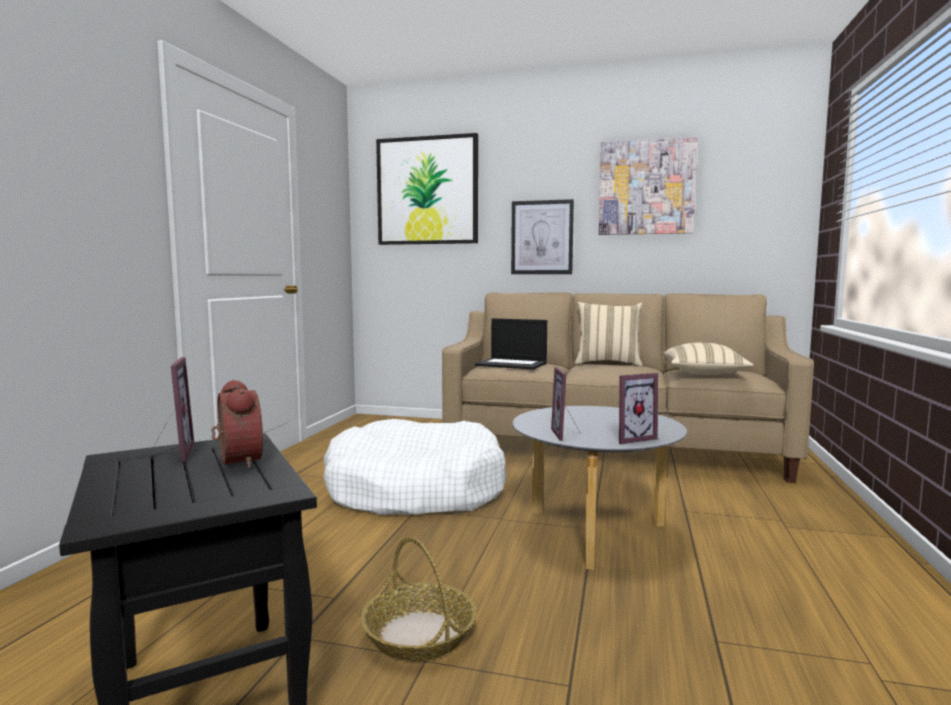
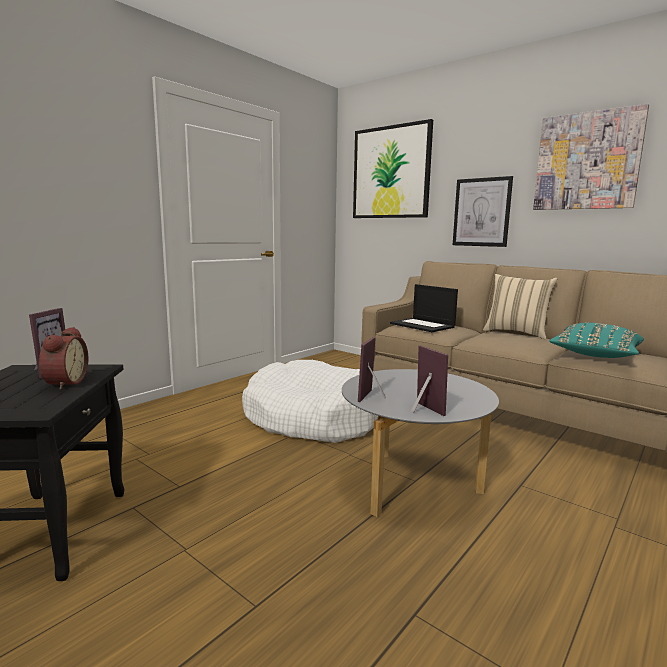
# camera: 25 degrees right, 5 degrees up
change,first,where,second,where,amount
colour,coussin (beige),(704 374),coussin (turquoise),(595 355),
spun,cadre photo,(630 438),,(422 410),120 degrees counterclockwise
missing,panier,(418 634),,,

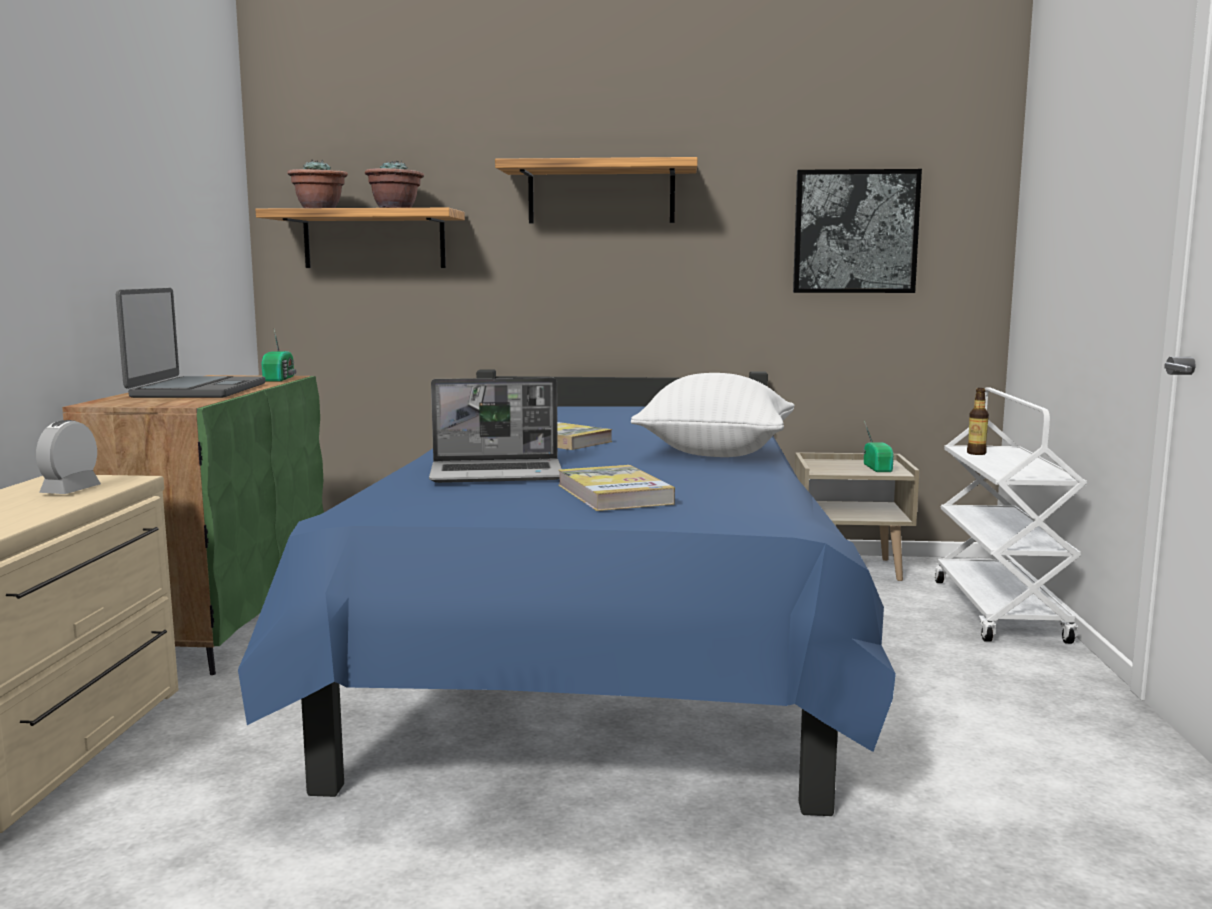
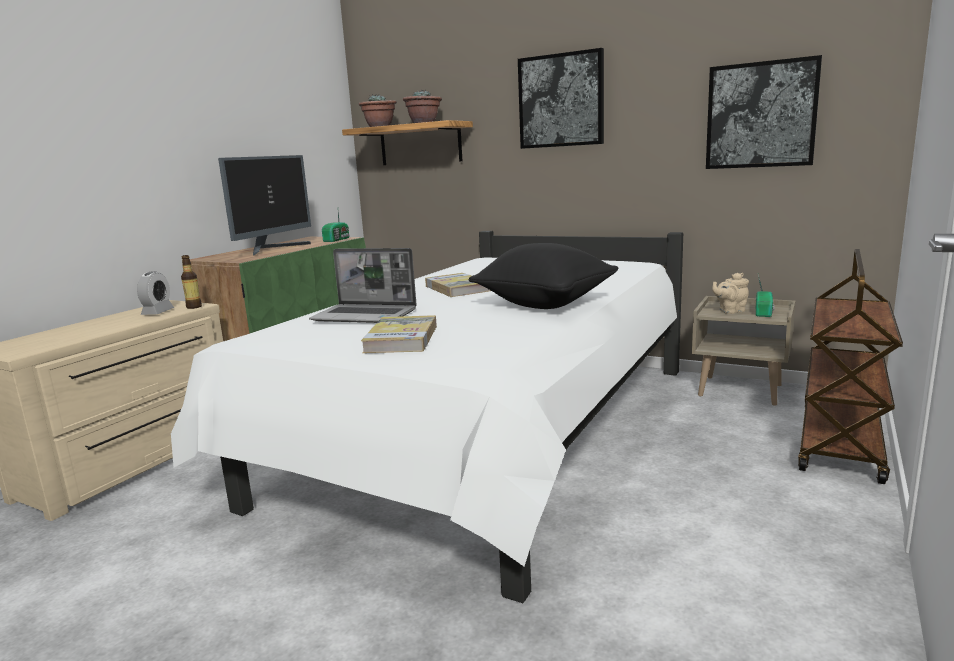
# camera: 25 degrees right, 5 degrees up
change,first,where,second,where,amount
exchanged,étagère,(601 194),tableau,(561 101),
exchanged,ordinateur portable,(197 390),écran d'ordinateur,(273 249),
colour,lit (bleu),(599 650),lit (blanc),(490 436),
colour,coussin (blanc),(716 453),coussin (noir),(545 304),
colour,chariot (blanc),(999 611),chariot (marron),(841 443),
relocated,bouteille,(976 453),,(194 307),
spun,réveil,(70 490),,(158 312),150 degrees clockwise
appeared,,,théière (beige),(730 311),

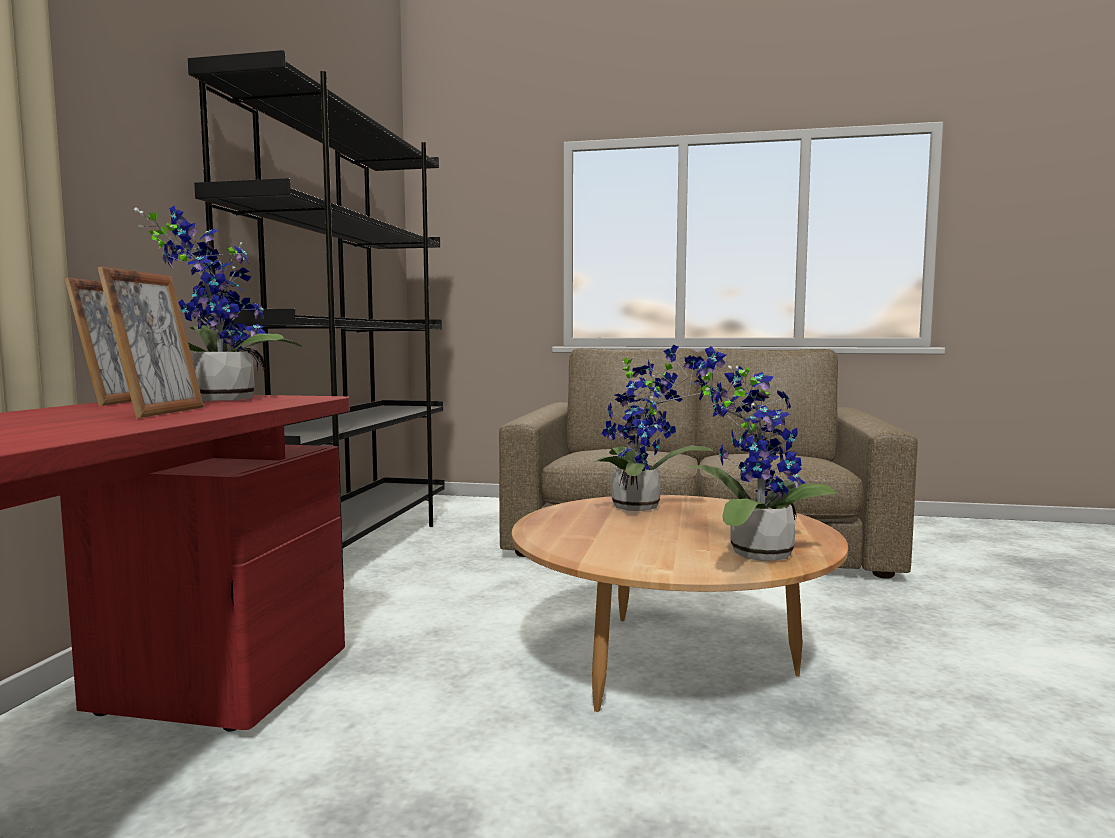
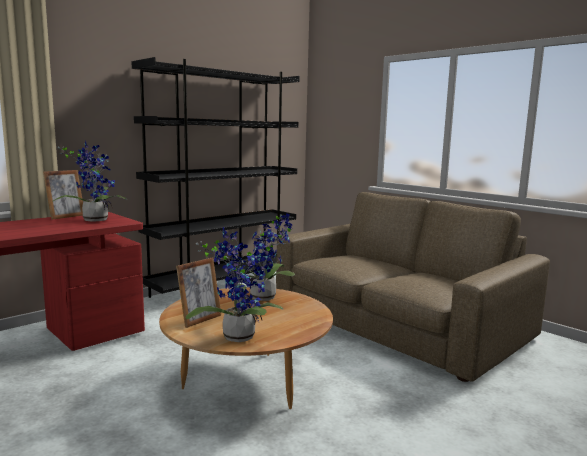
# camera: 35 degrees right, 5 degrees up
change,first,where,second,where,amount
relocated,cadre photo,(159 412),,(200 320),

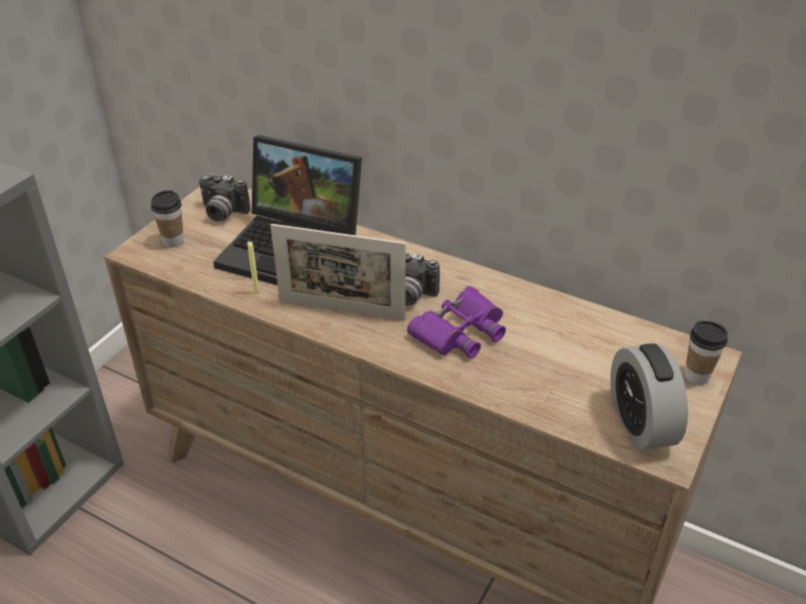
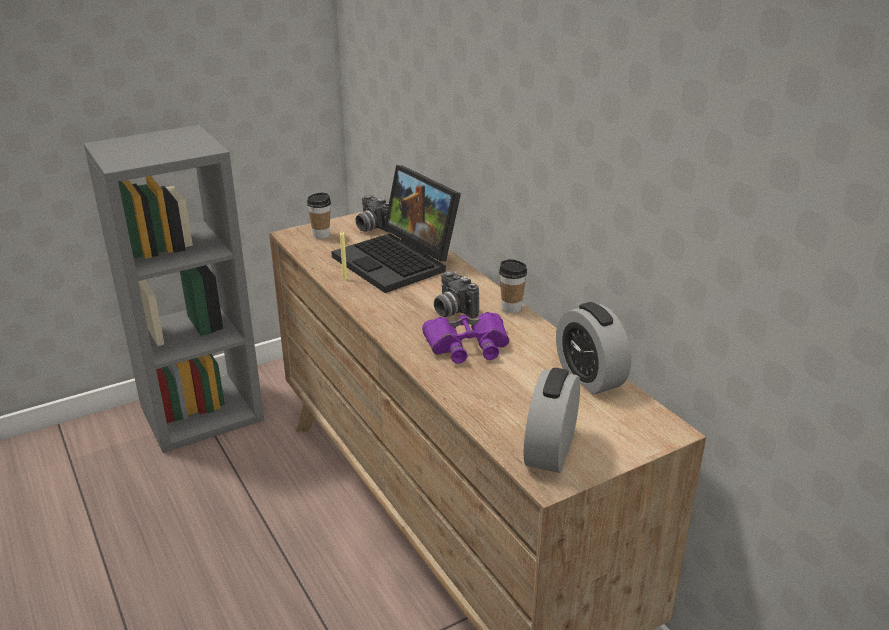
# camera: 30 degrees right, 10 degrees down
change,first,where,second,where,amount
missing,cadre photo,(341 310),,,
relocated,tasse,(696 376),,(511 308),
appeared,,,réveil,(589 377),

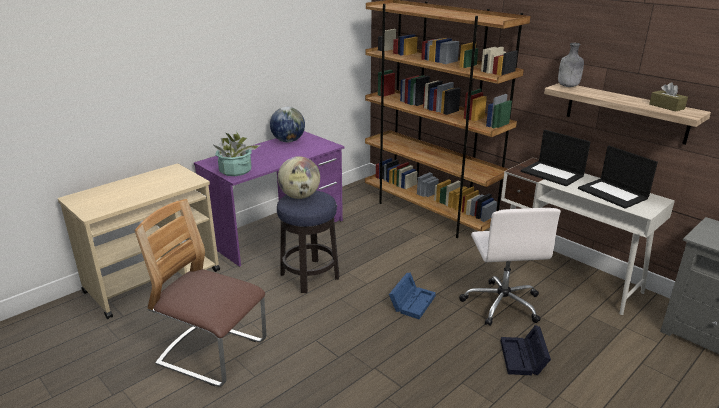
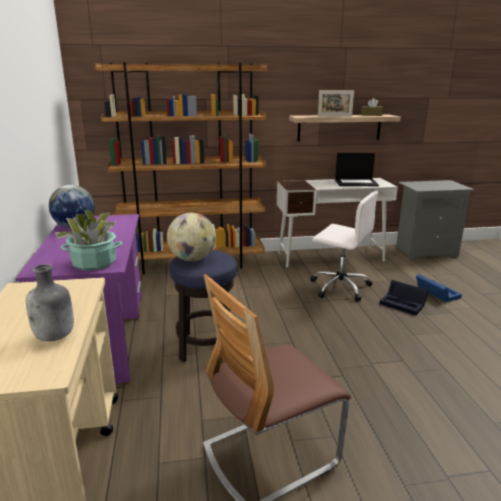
# camera: 55 degrees left, 5 degrees down
change,first,where,second,where,amount
relocated,bouteille (gris),(568 86),,(55 336),
missing,ordinateur portable,(553 173),,,
relocated,boîte de rangement (bleu),(412 302),,(435 293),
appeared,,,cadre photo,(334 116),

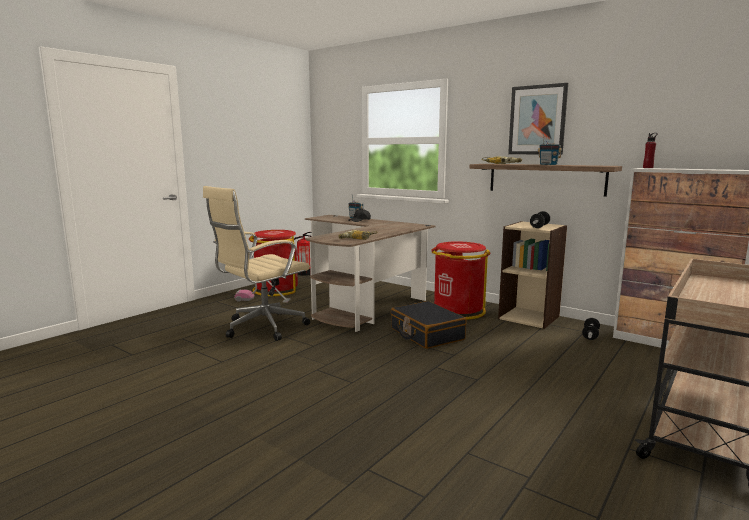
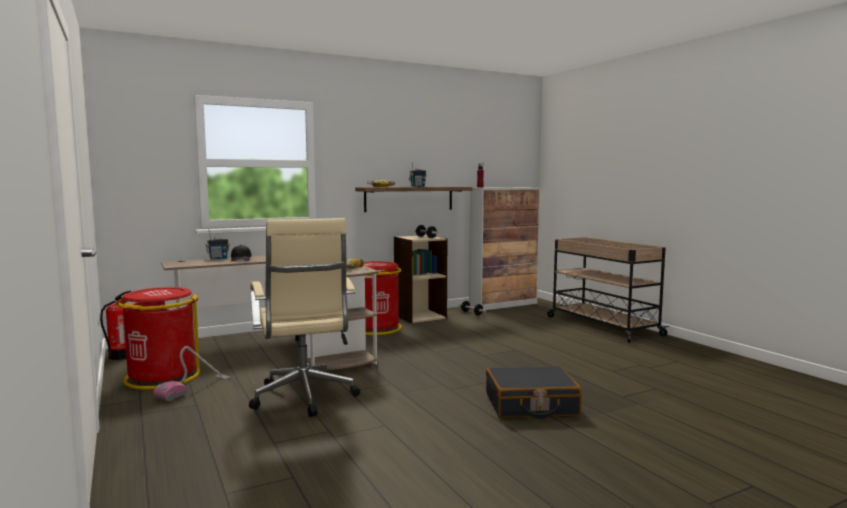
# camera: 65 degrees left, 5 degrees down
change,first,where,second,where,amount
missing,tableau,(537 120),,,
relocated,valise (noir),(426 334),,(531 405),

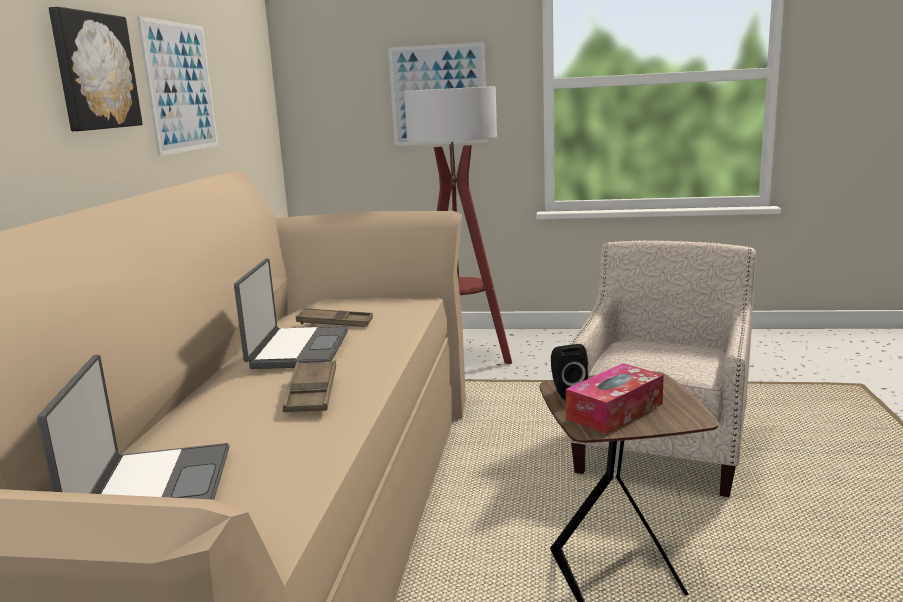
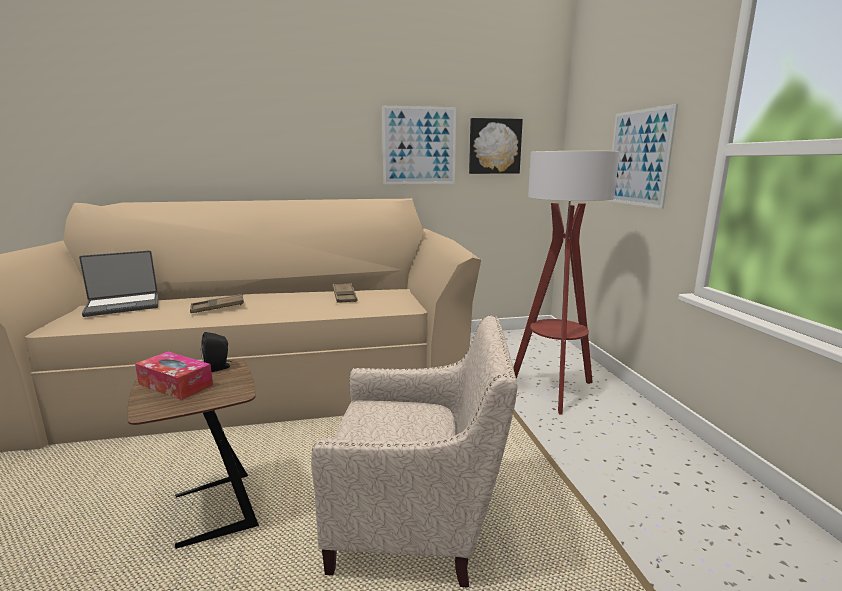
# camera: 70 degrees right, 0 degrees up
change,first,where,second,where,amount
relocated,tableau,(94 71),,(494 146),
missing,ordinateur portable,(297 349),,,

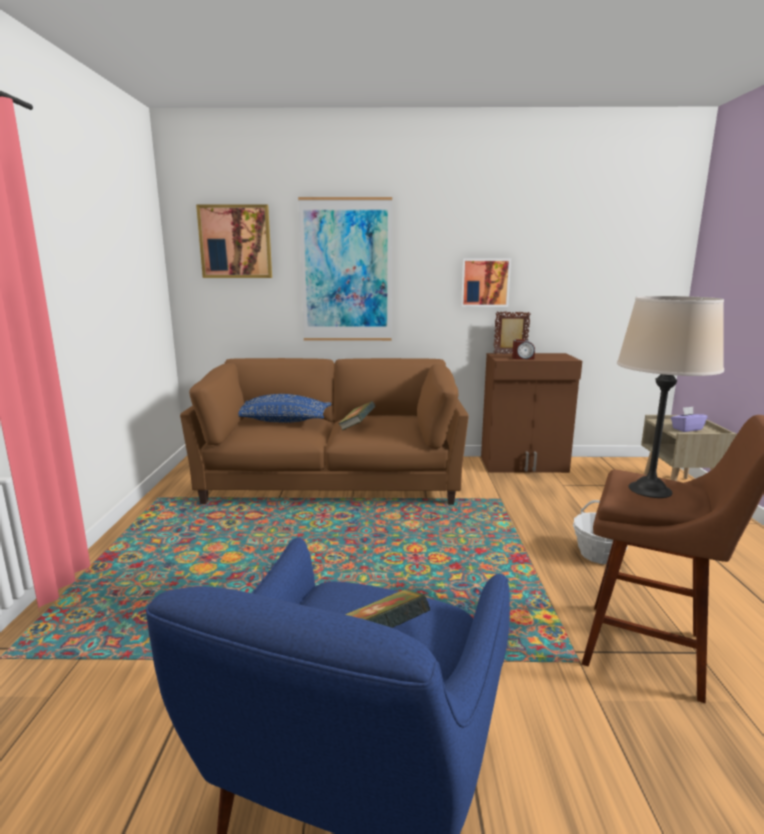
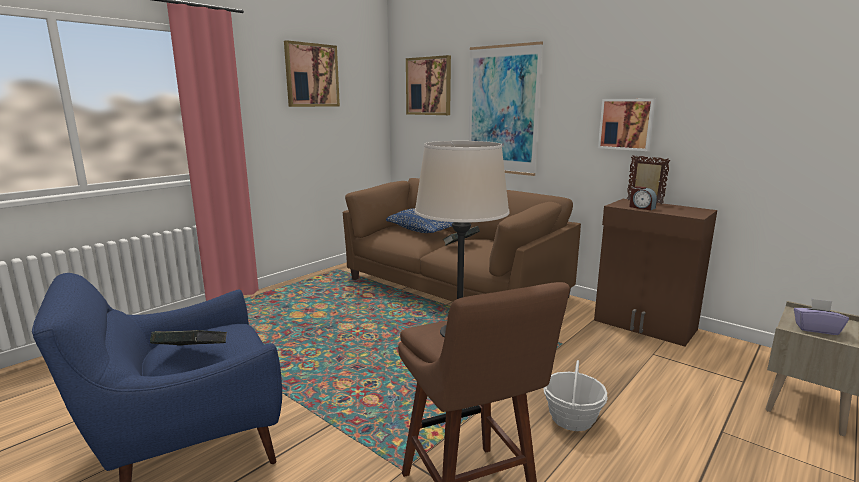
# camera: 40 degrees right, 0 degrees up
change,first,where,second,where,amount
appeared,,,tableau,(312 75),

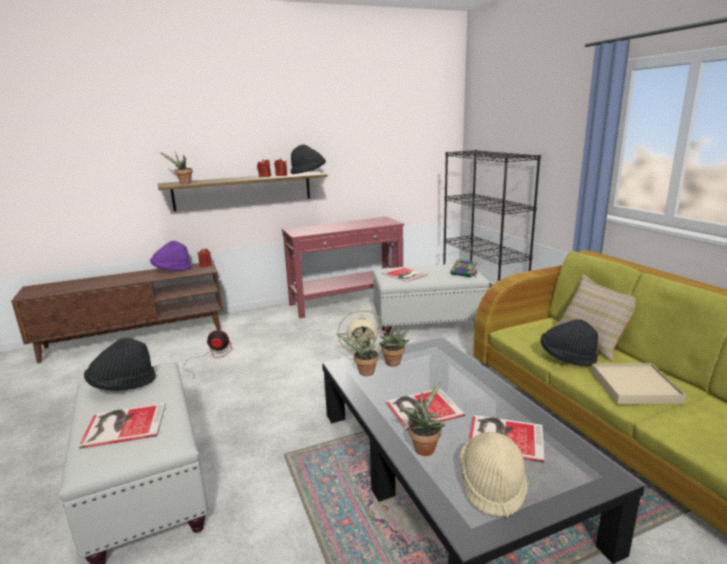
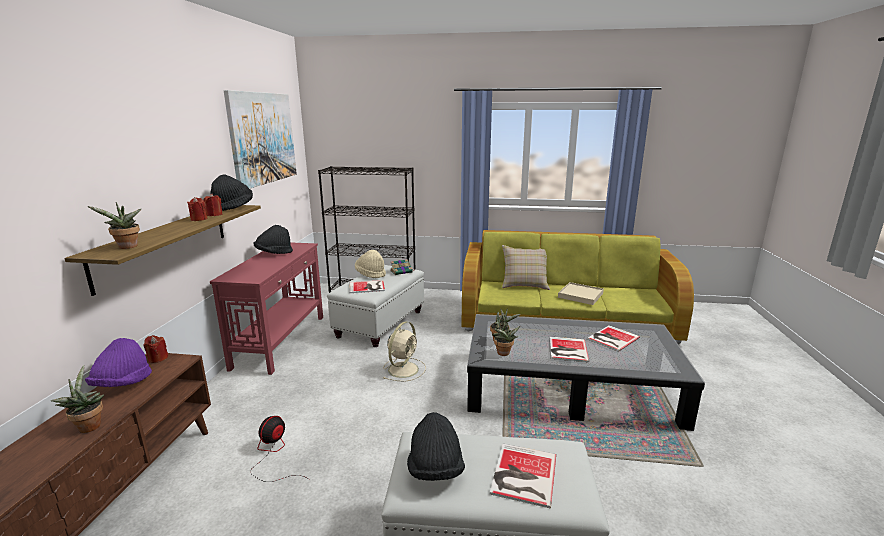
# camera: 60 degrees left, 0 degrees up
change,first,where,second,where,amount
relocated,chapeau (noir),(567 358),,(274 253),
relocated,plante en pot,(424 447),,(88 426),
relocated,chapeau (beige),(492 486),,(370 274),
appeared,,,tableau,(263 138),

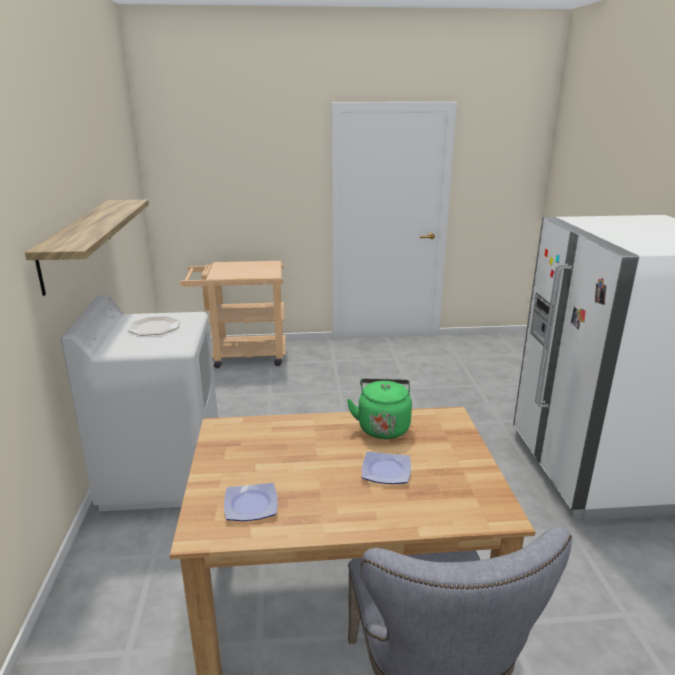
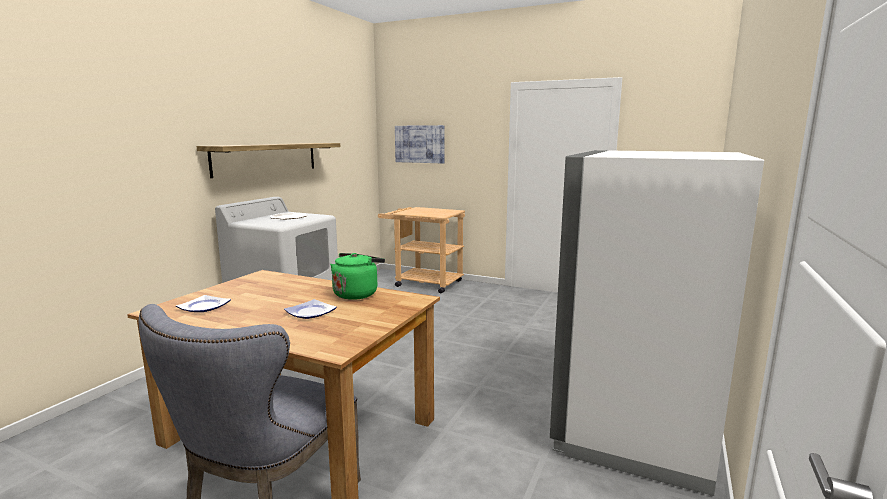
# camera: 30 degrees right, 10 degrees down
change,first,where,second,where,amount
appeared,,,tableau,(419 144),

